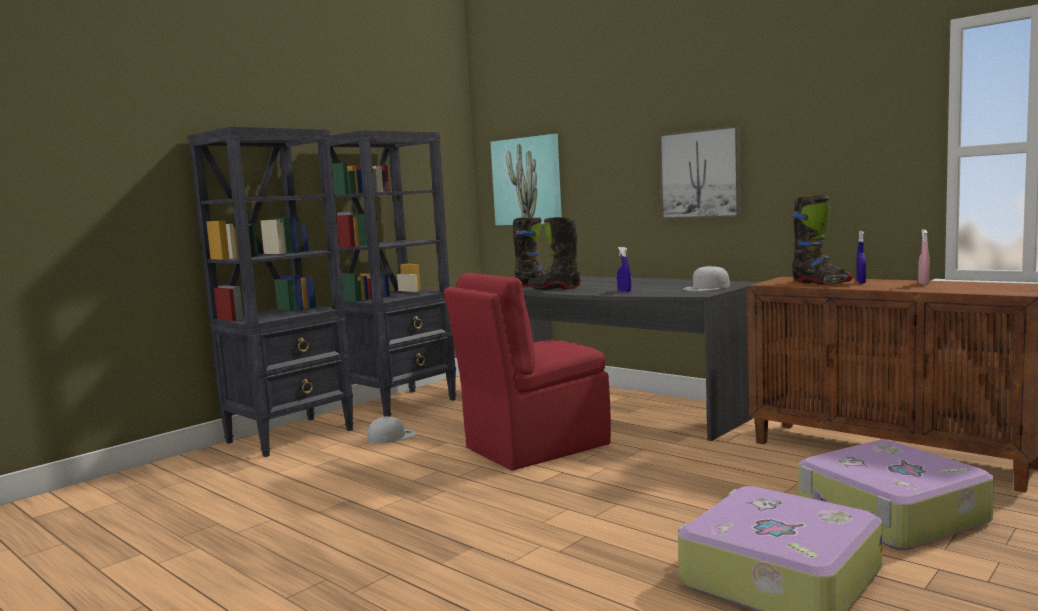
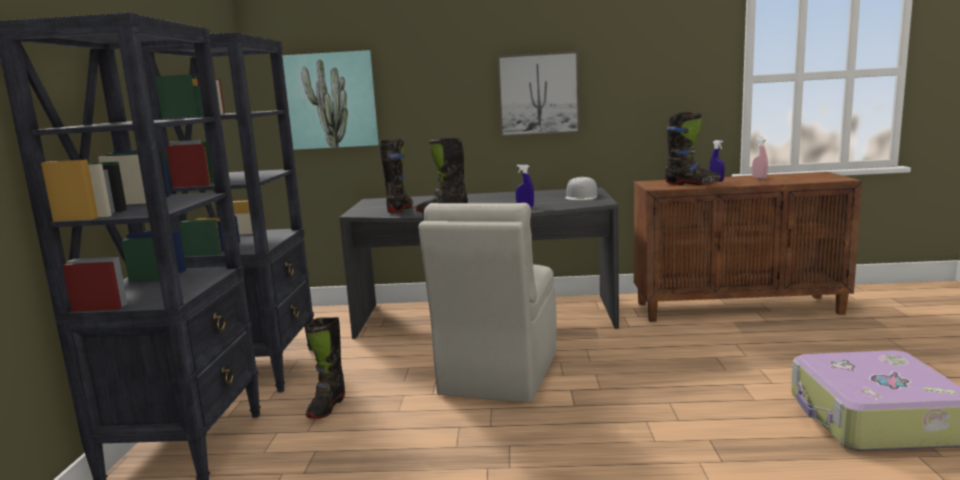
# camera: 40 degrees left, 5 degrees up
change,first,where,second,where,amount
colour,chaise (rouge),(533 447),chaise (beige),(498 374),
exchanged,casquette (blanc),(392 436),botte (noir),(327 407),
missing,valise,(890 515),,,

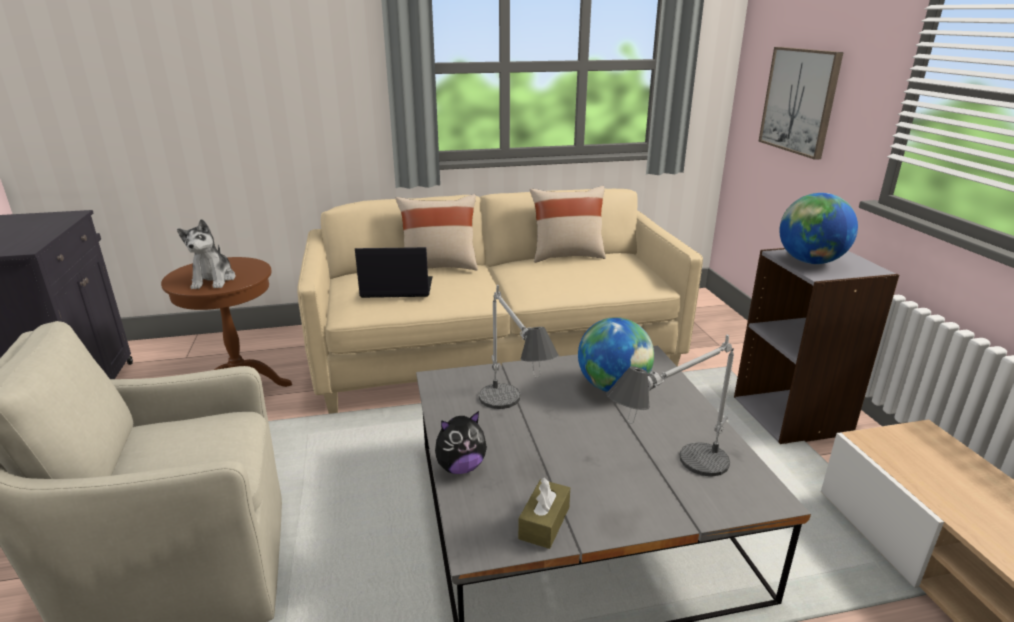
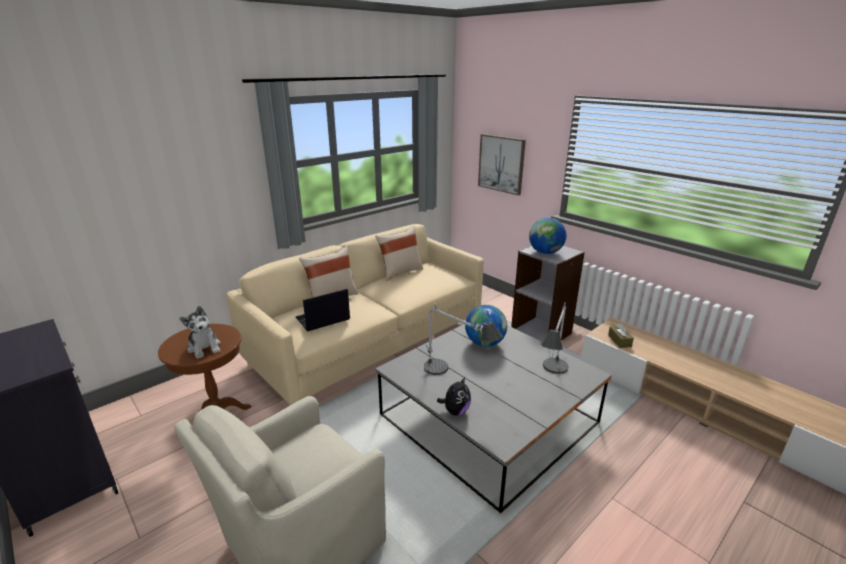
# camera: 30 degrees left, 0 degrees up
change,first,where,second,where,amount
relocated,boîte à mouchoirs (marron),(544 523),,(619 341),

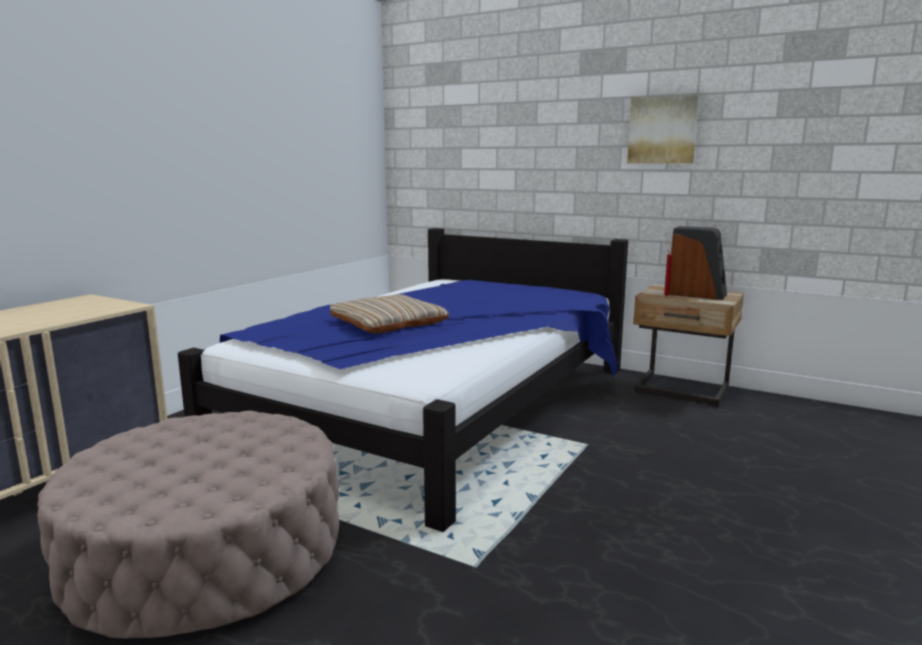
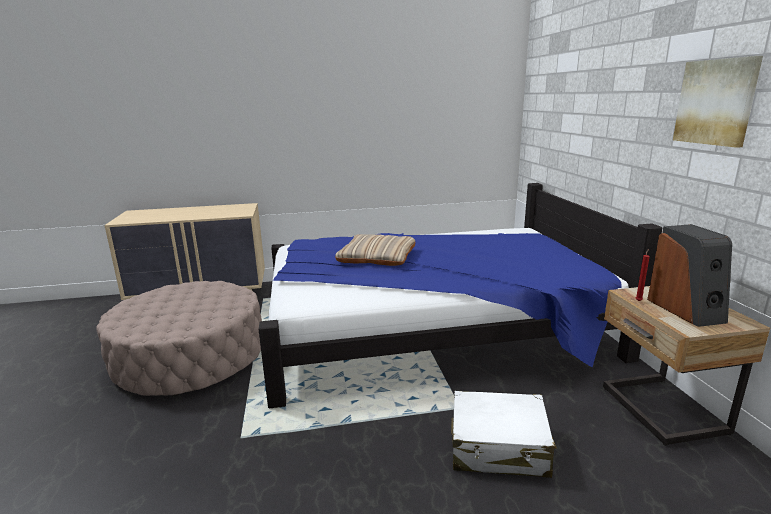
# camera: 50 degrees right, 5 degrees up
change,first,where,second,where,amount
appeared,,,valise (blanc),(499 447),

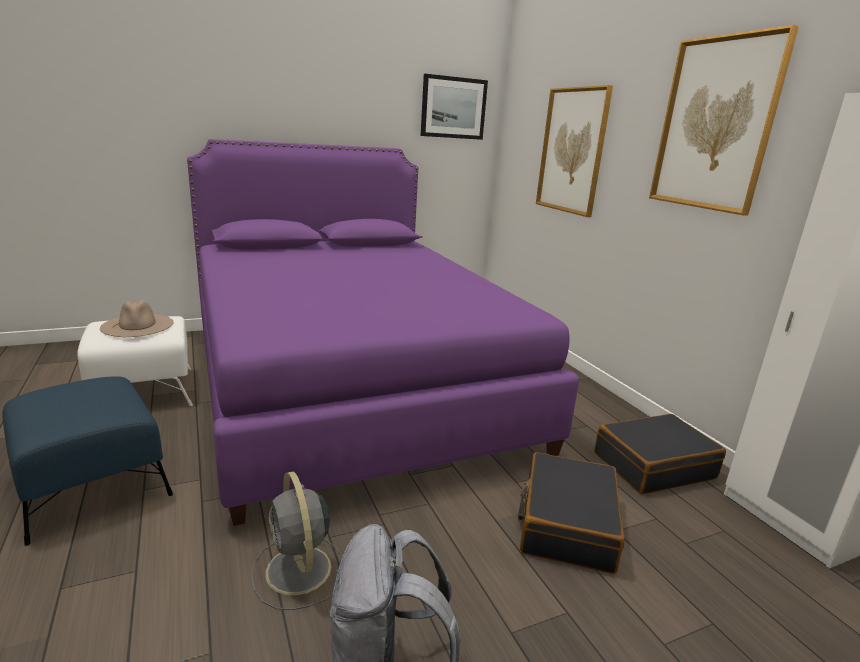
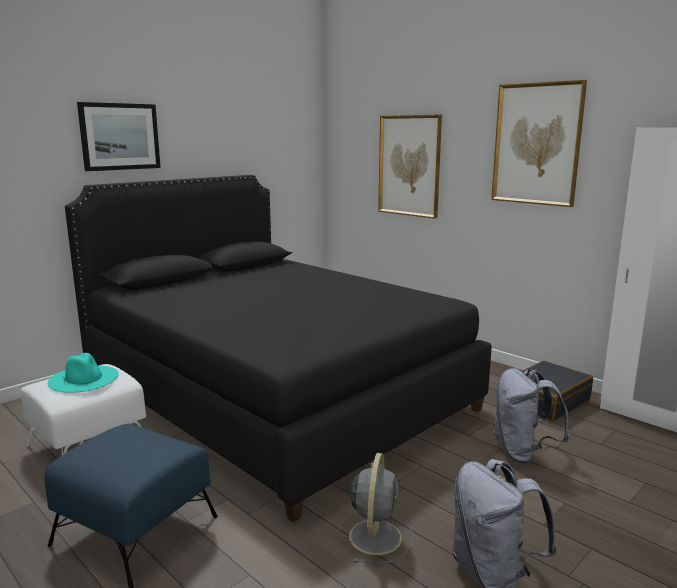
# camera: 20 degrees left, 5 degrees down
change,first,where,second,where,amount
relocated,tableau,(453 108),,(120 136),
colour,lit (violet),(350 382),lit (noir),(275 395),
colour,chapeau (beige),(137 325),chapeau (turquoise),(83 378),
exchanged,valise (noir),(566 524),sac à dos (gris),(523 452),
spun,ventilateur (gris),(299 572),,(375 535),120 degrees counterclockwise

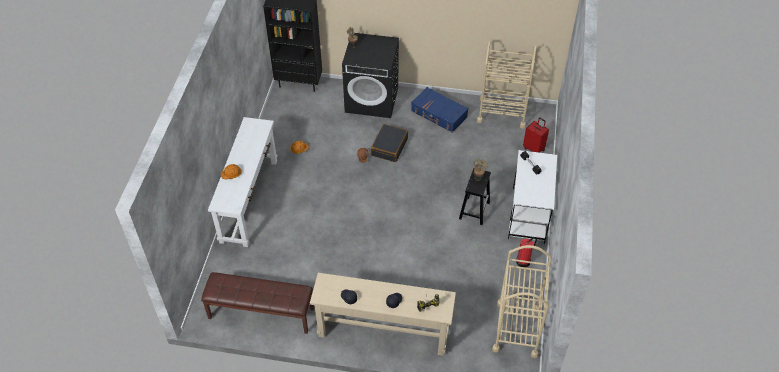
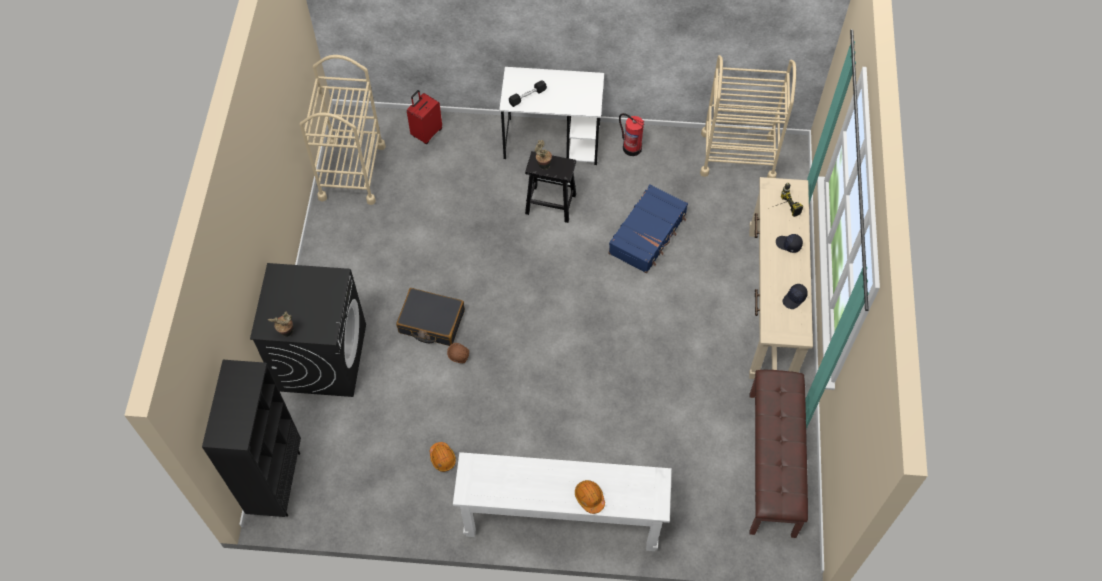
# camera: 95 degrees left, 10 degrees up
change,first,where,second,where,amount
relocated,valise (bleu),(439 114),,(648 234),

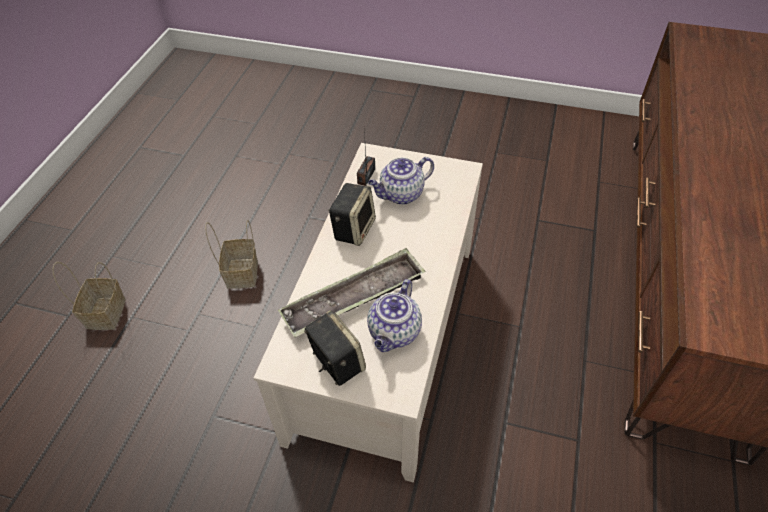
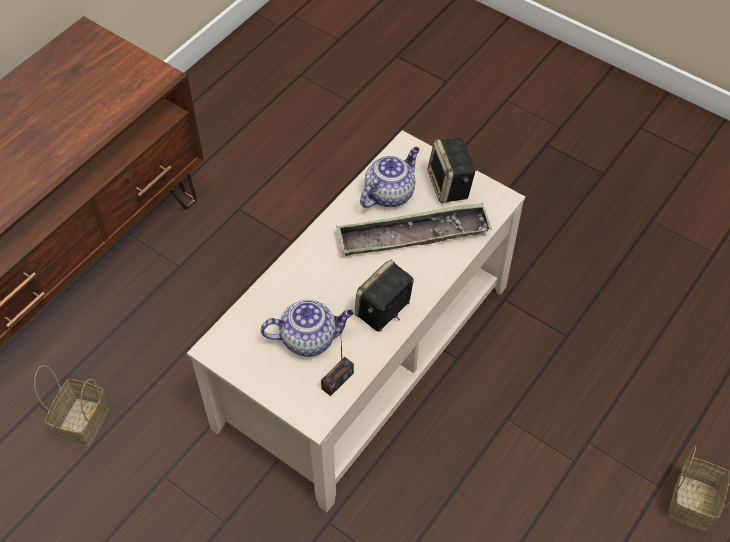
# camera: 160 degrees left, 5 degrees up
change,first,where,second,where,amount
relocated,panier,(241 272),,(83 425),

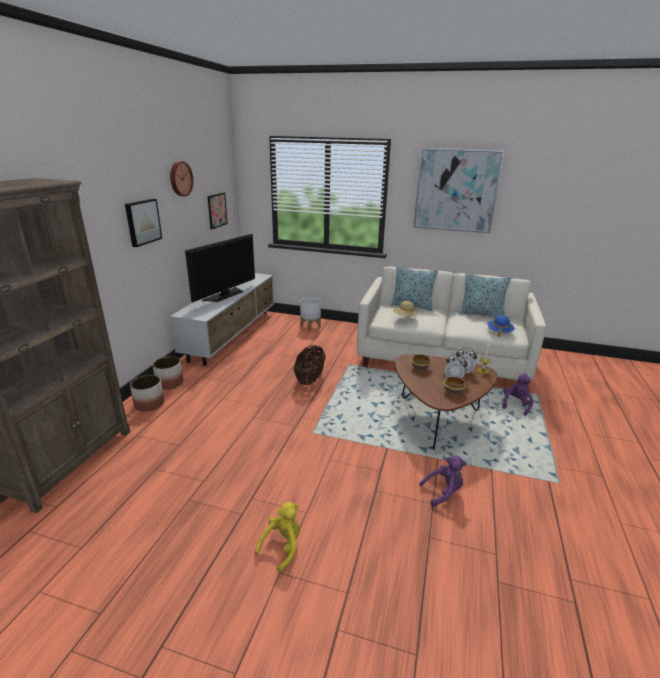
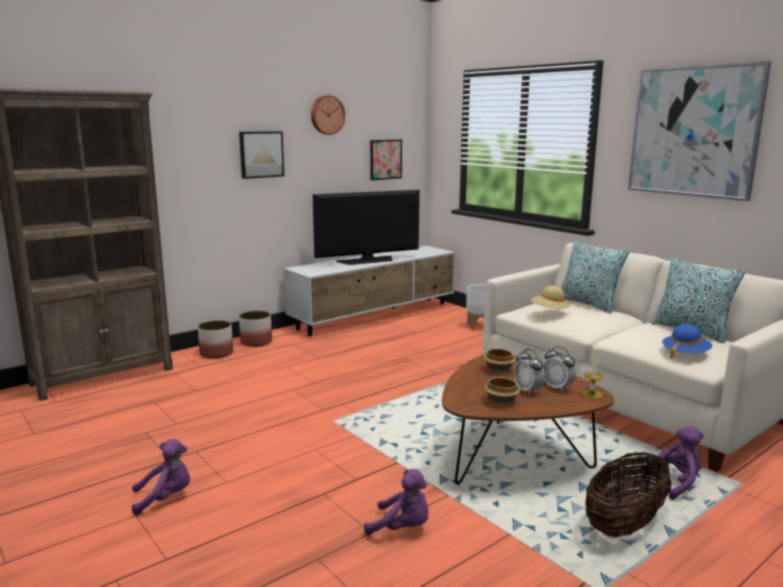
# camera: 35 degrees right, 10 degrees down
change,first,where,second,where,amount
relocated,panier,(310 379),,(624 524),
colour,peluche (jaune),(282 547),peluche (violet),(165 498),

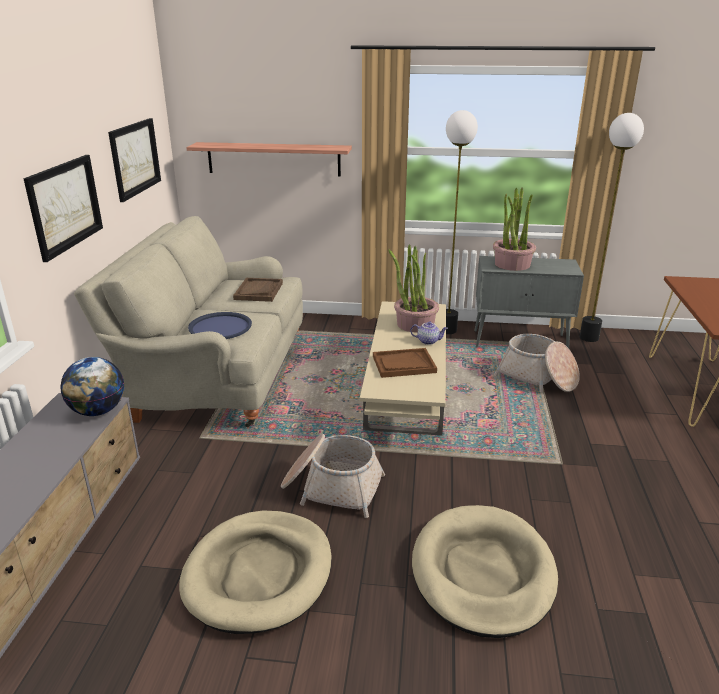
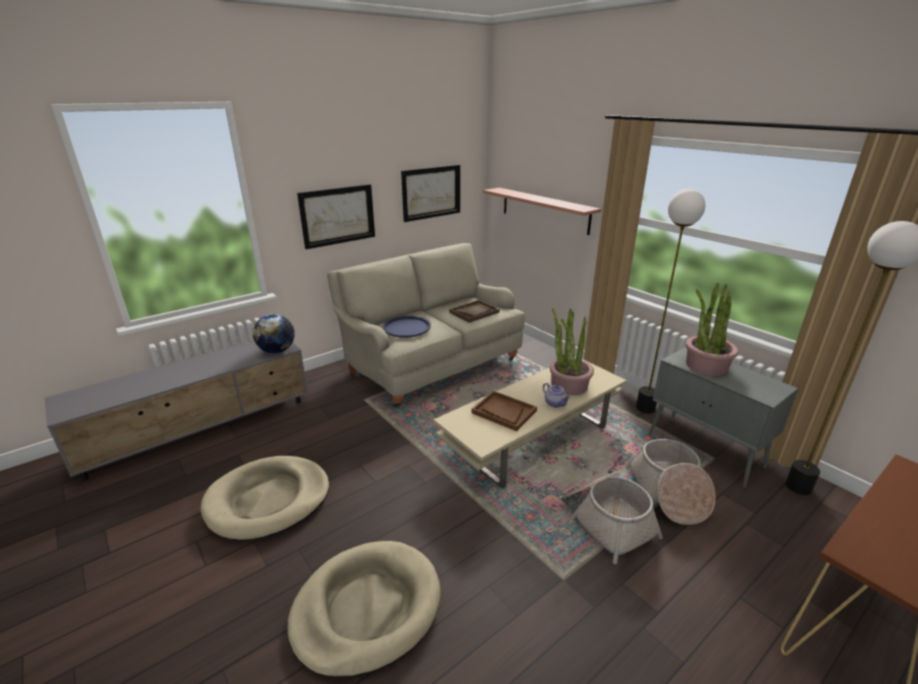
# camera: 45 degrees right, 0 degrees up
change,first,where,second,where,amount
relocated,panier,(331 487),,(606 520),

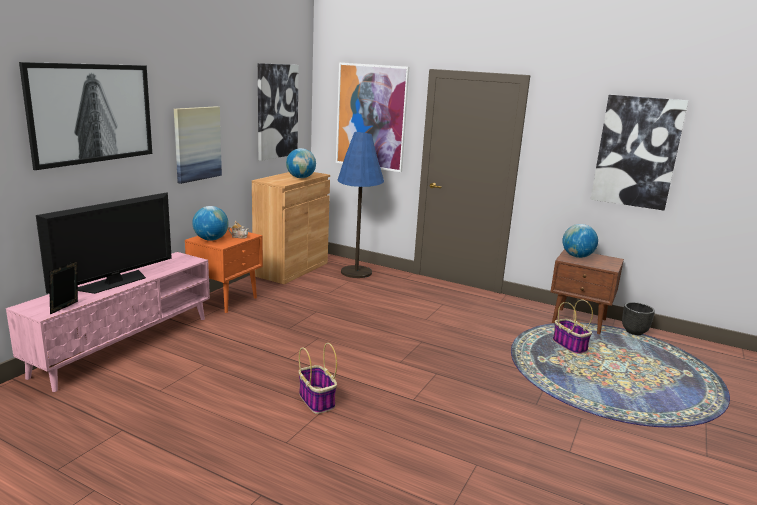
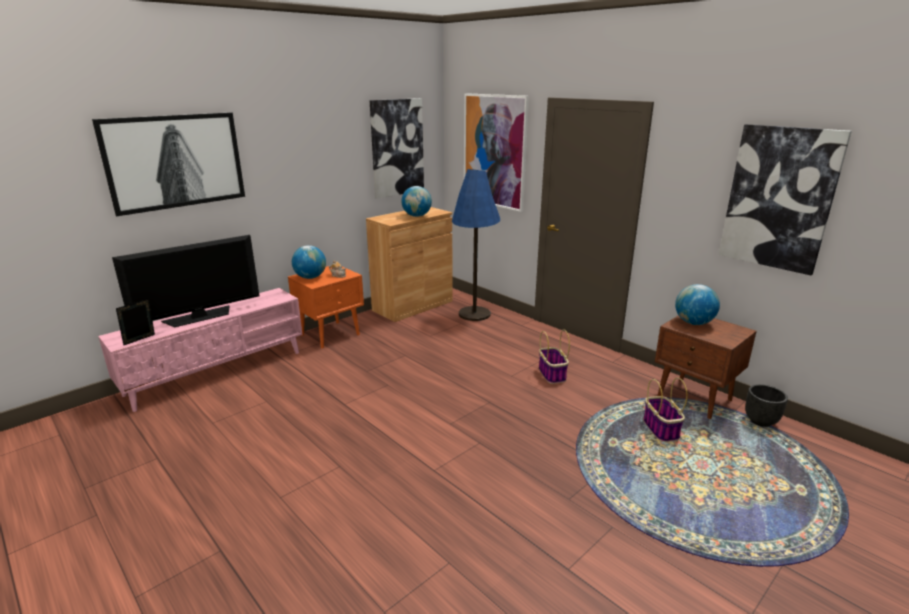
# camera: 20 degrees right, 5 degrees up
change,first,where,second,where,amount
missing,tableau,(197 143),,,
relocated,panier,(317 401),,(552 374),

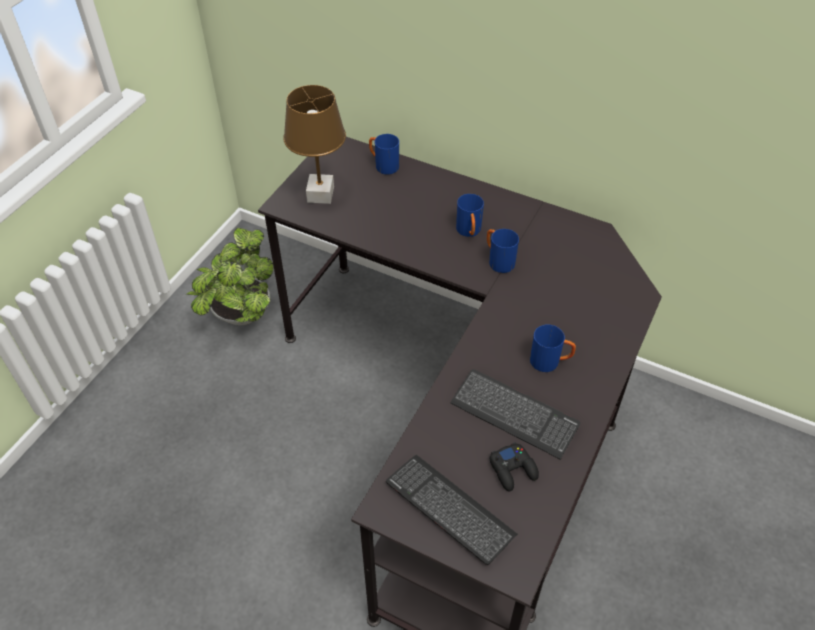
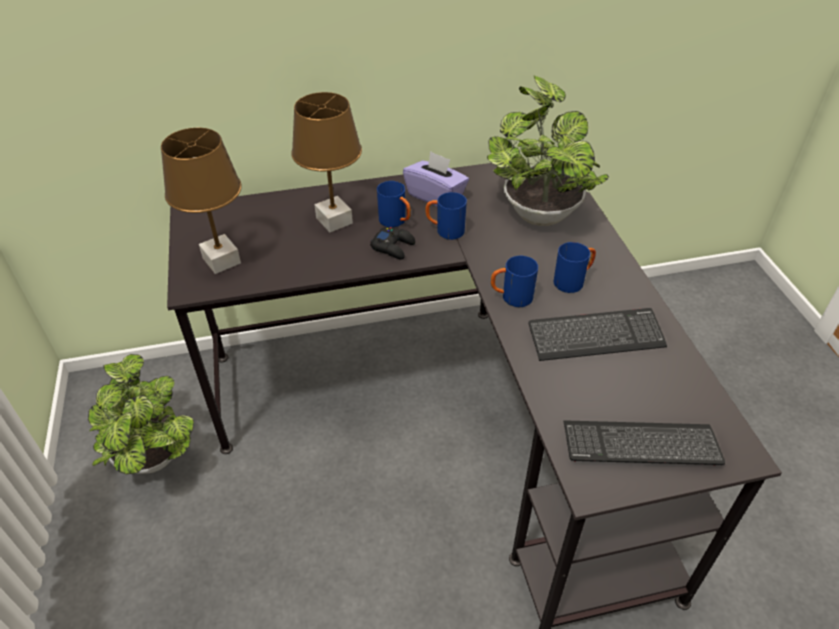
# camera: 40 degrees left, 5 degrees down
change,first,where,second,where,amount
relocated,mug (bleu),(383 165),,(511 298),
relocated,manette (noir),(513 470),,(393 247),
appeared,,,plante en pot,(538 210),
appeared,,,lampe de table (marron),(335 221),
appeared,,,boîte à mouchoirs (violet),(436 196),

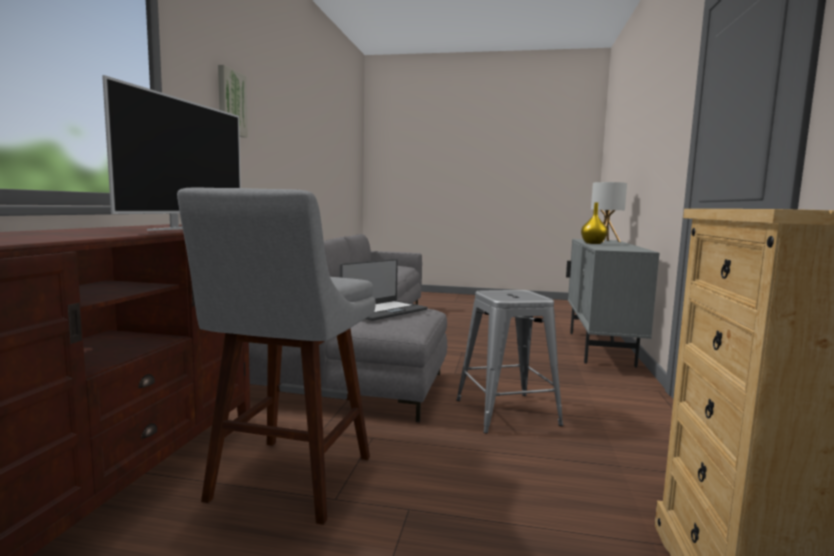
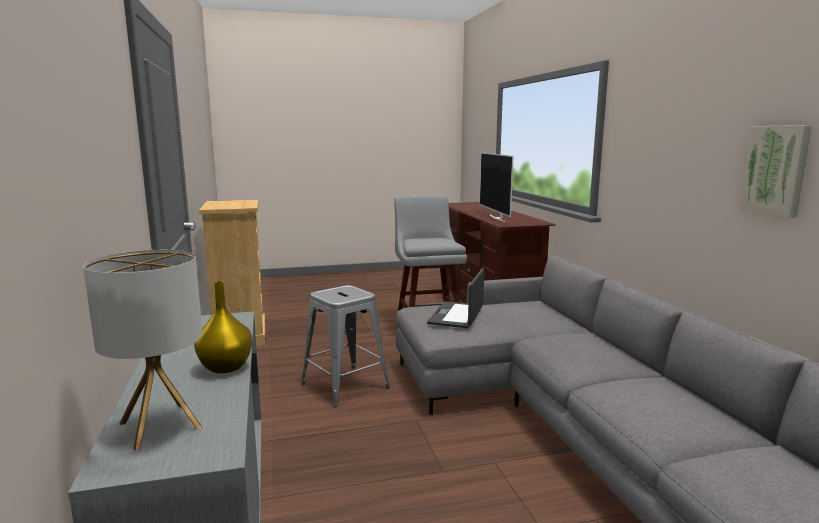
# camera: 155 degrees right, 5 degrees up
change,first,where,second,where,amount
relocated,tableau,(230 102),,(776 170),

